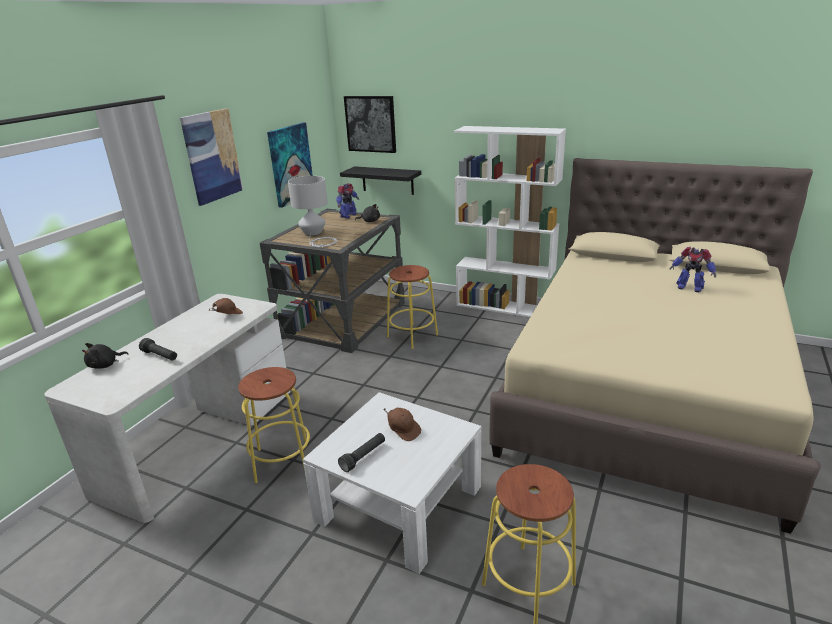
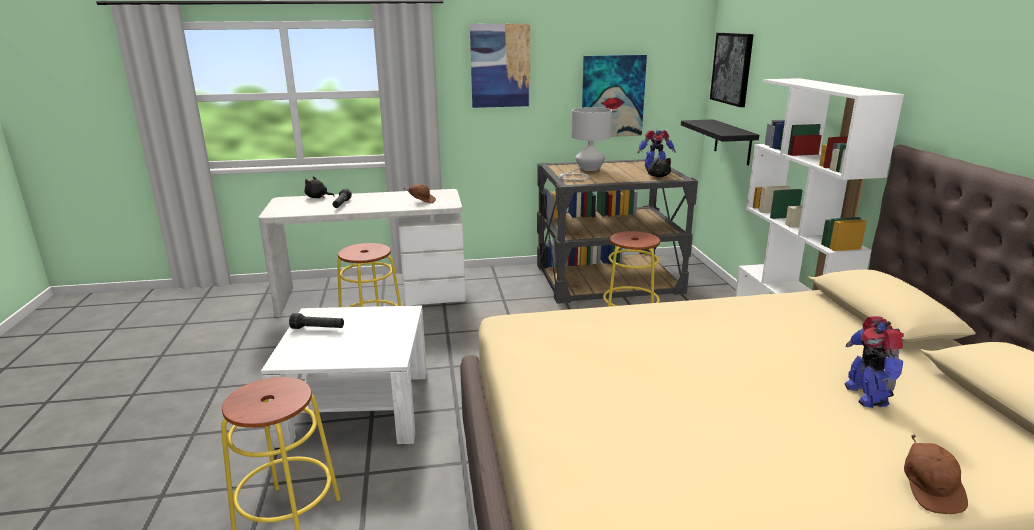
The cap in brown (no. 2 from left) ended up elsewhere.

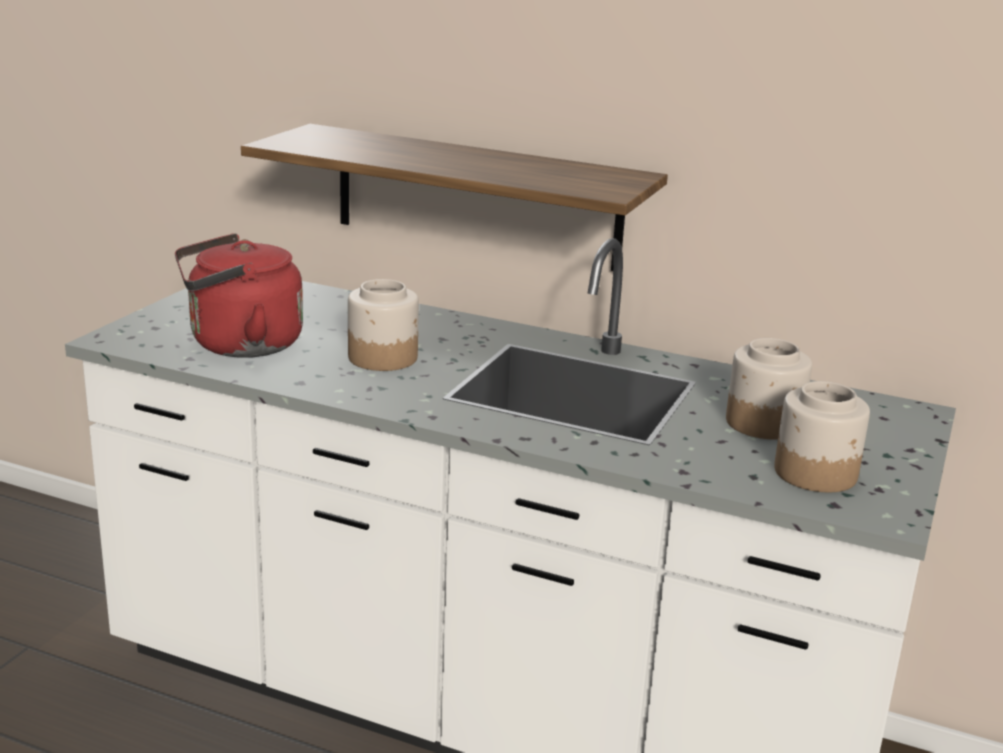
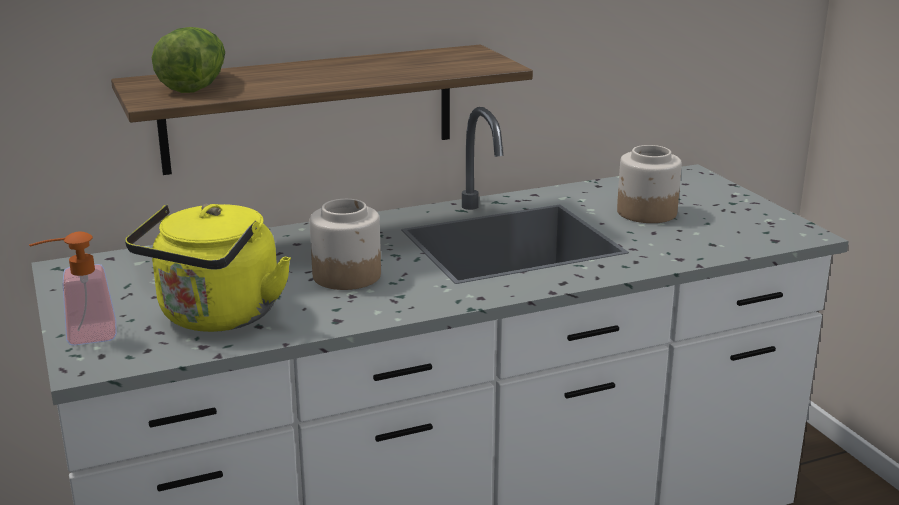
The second view gained the soap dispenser.
What was the kettle in red turned into the kettle in yellow.
The second view gained the lettuce.
The second view lost the jar (no. 3 from left).

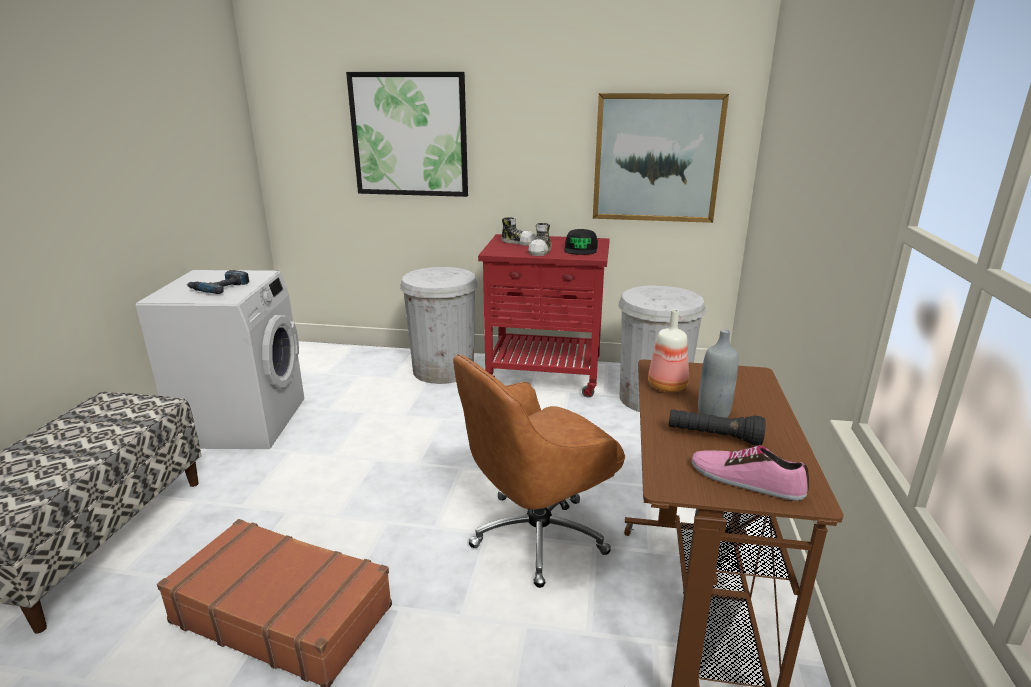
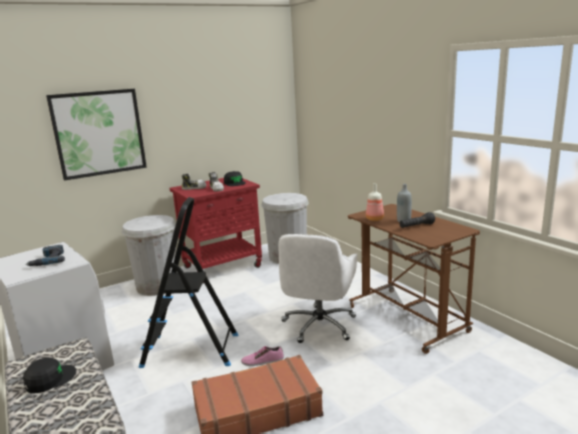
The second view gained the cap in black (no. 1 from left).
The second view gained the step ladder in black.
The shoe (no. 3 from left) ended up elsewhere.
What was the office chair in brown turned into the office chair in white.
The second view lost the picture (no. 2 from left).

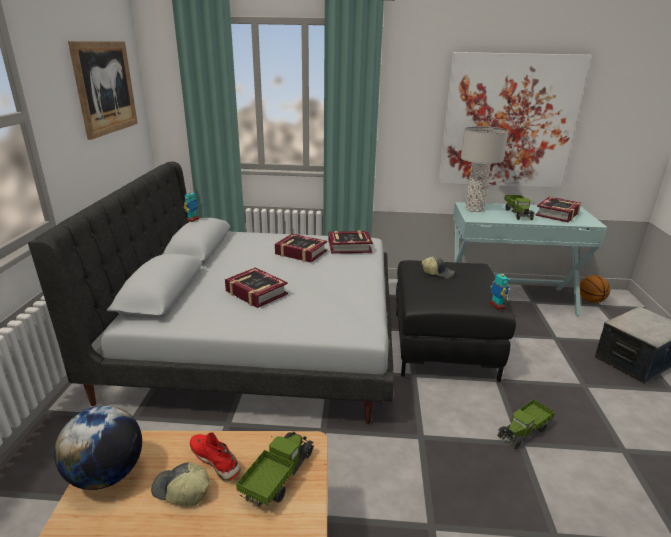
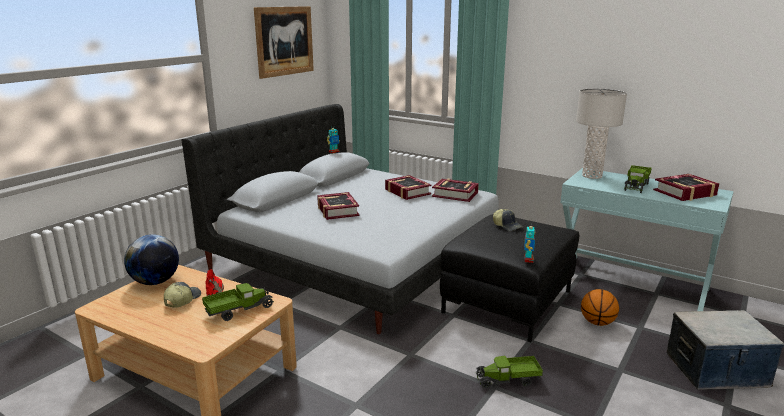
The cap (no. 1 from left) ended up facing another way, 60 degrees clockwise from before.
The basketball ended up elsewhere.
The second view lost the picture (no. 2 from left).

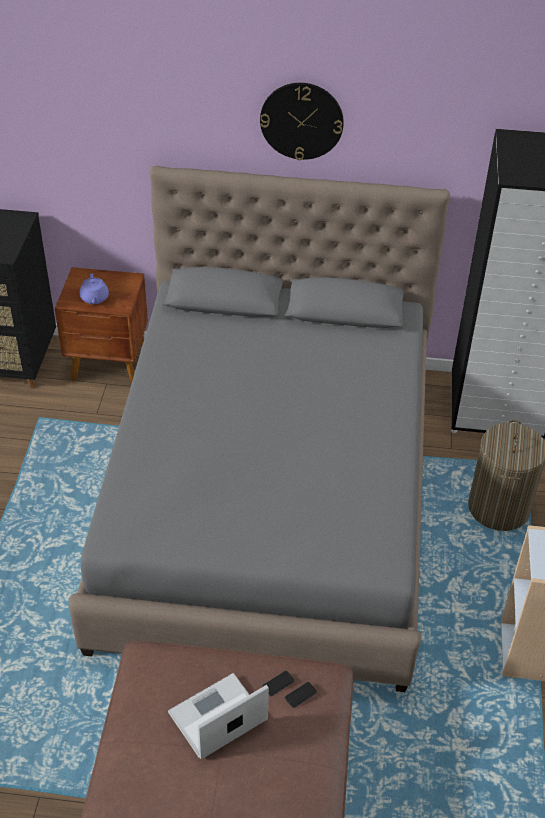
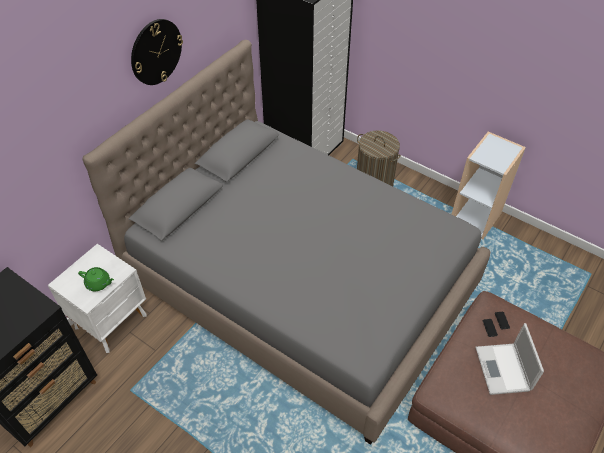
What was the nightstand in brown turned into the nightstand in white.
What was the teapot in purple turned into the teapot in green.

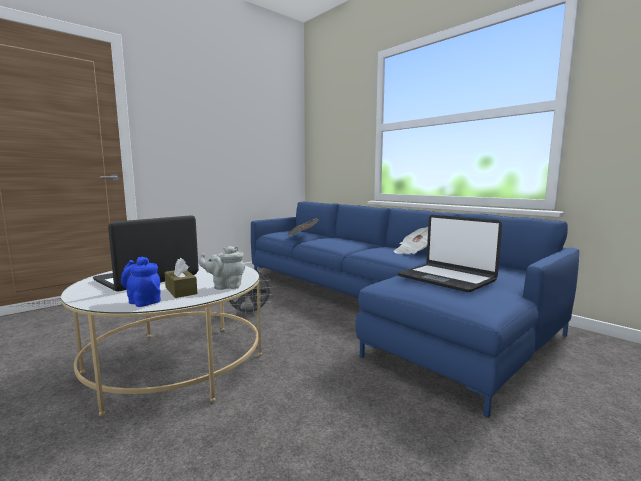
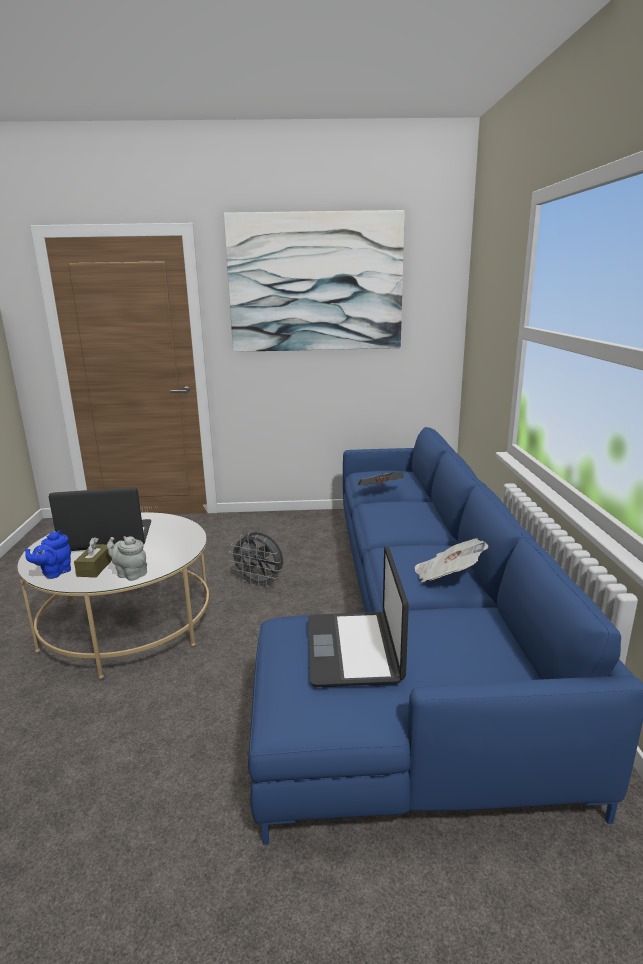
The teapot in blue ended up facing another way, 135 degrees counterclockwise from before.
The second view gained the picture.

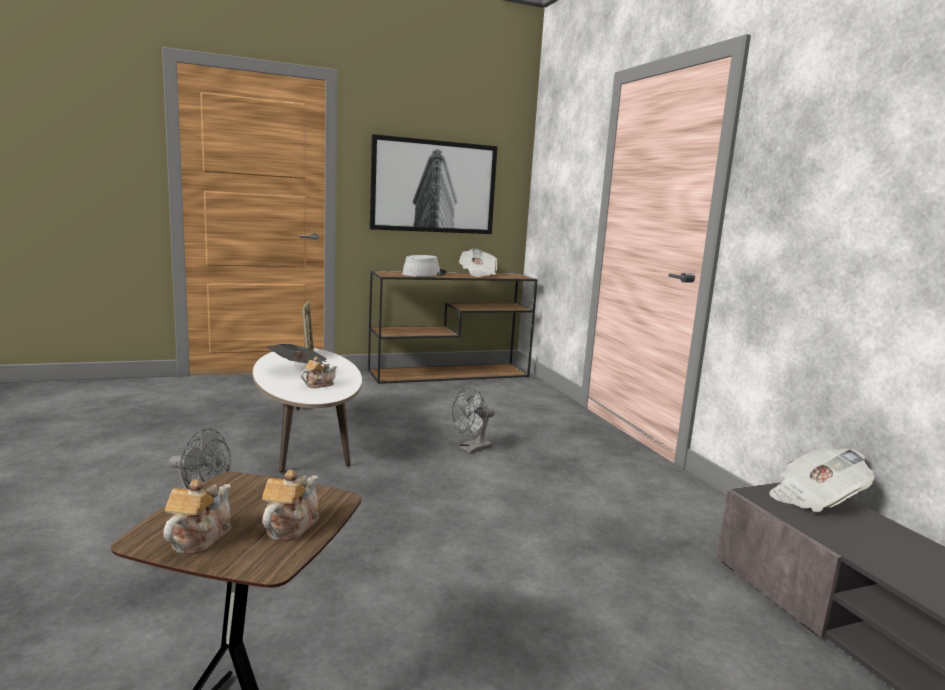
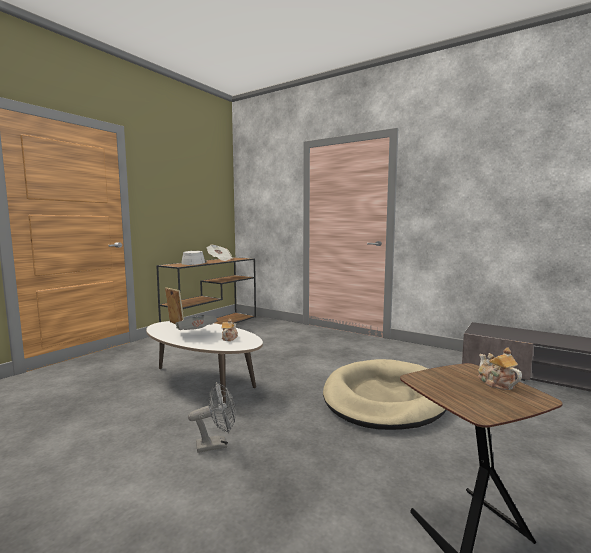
The second view gained the dog bed in beige.
The second view lost the teapot (no. 1 from left).
The second view lost the picture.
The second view lost the fan in grey (no. 2 from left).
The second view lost the newspaper (no. 3 from left).

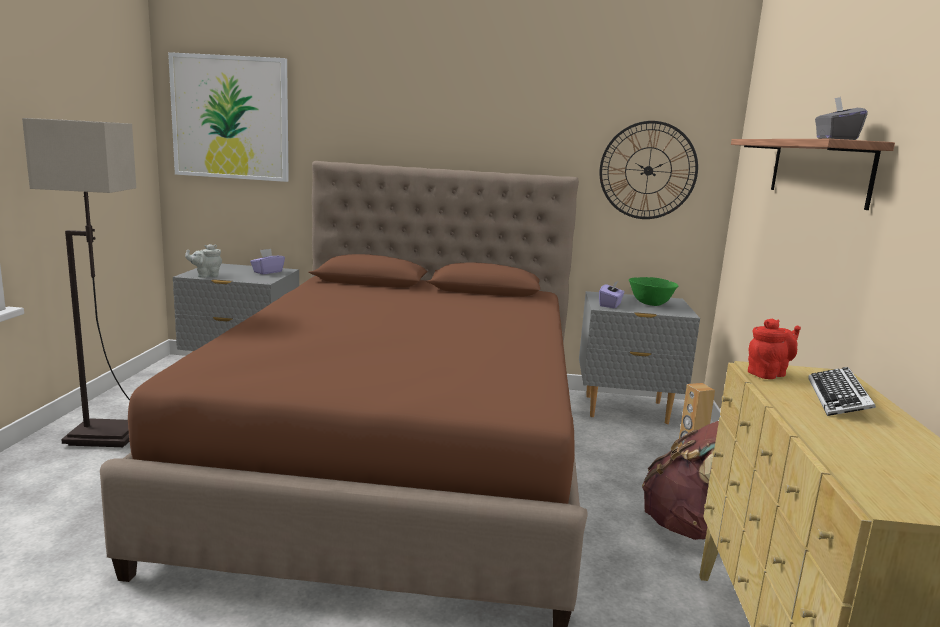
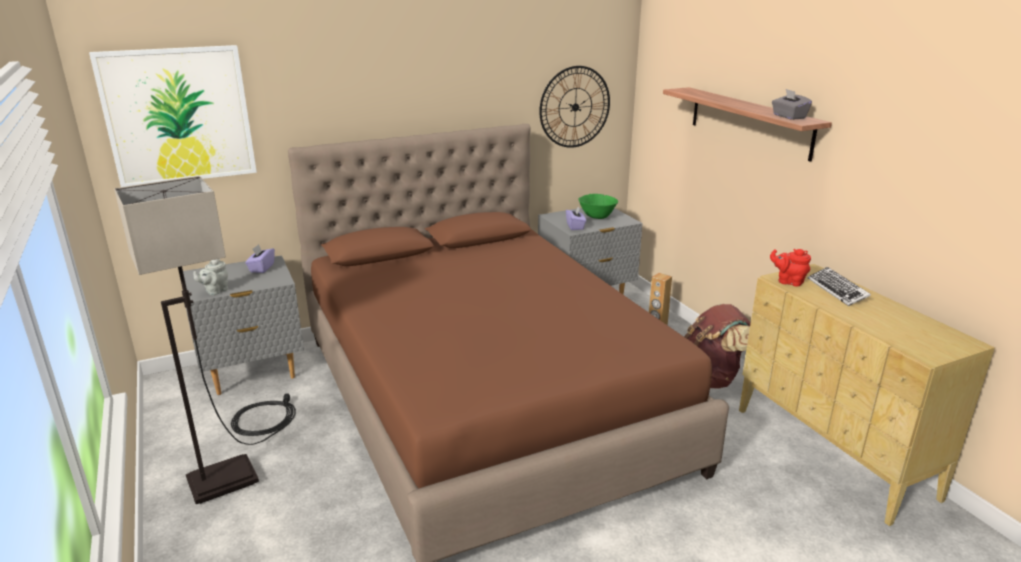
The teapot in red ended up facing another way, 90 degrees counterclockwise from before.

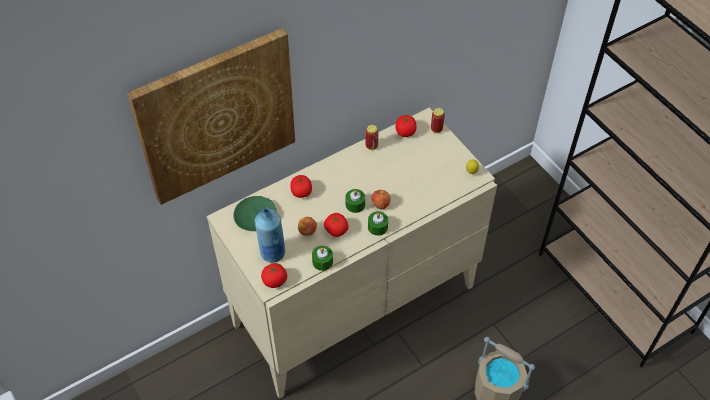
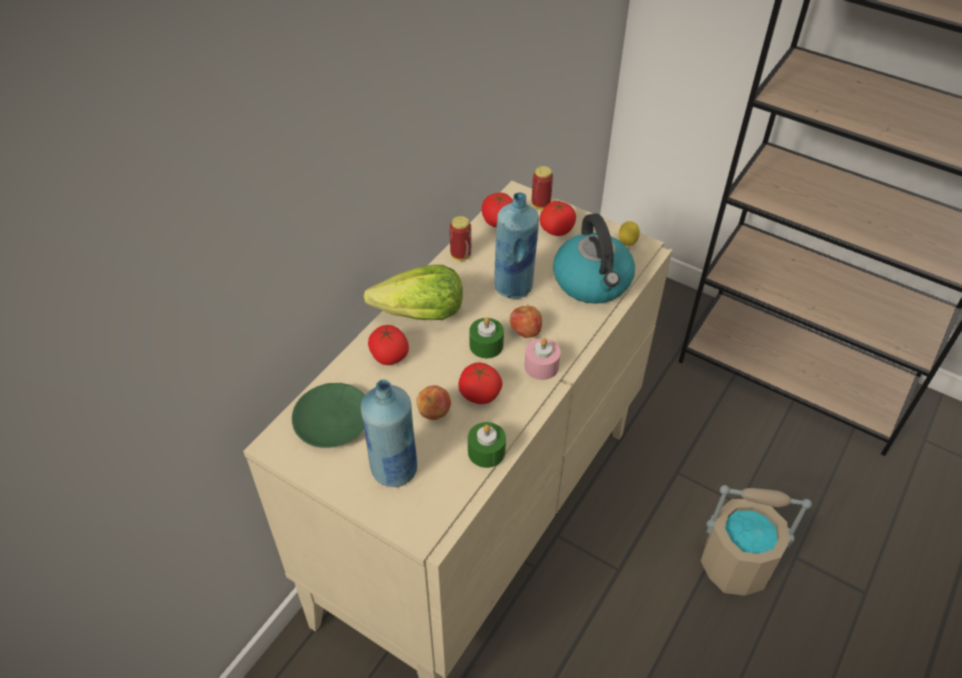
The second view gained the lettuce.
The second view gained the bottle in blue (no. 2 from left).
What was the candle in green (no. 3 from left) turned into the candle in pink.
The tomato (no. 1 from left in the first image) ended up elsewhere.
The second view gained the kettle.
The second view lost the picture.

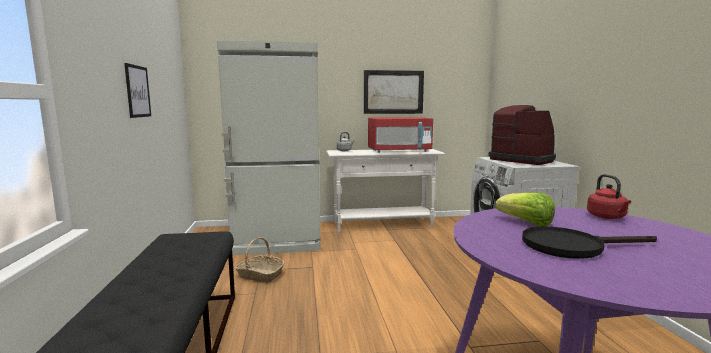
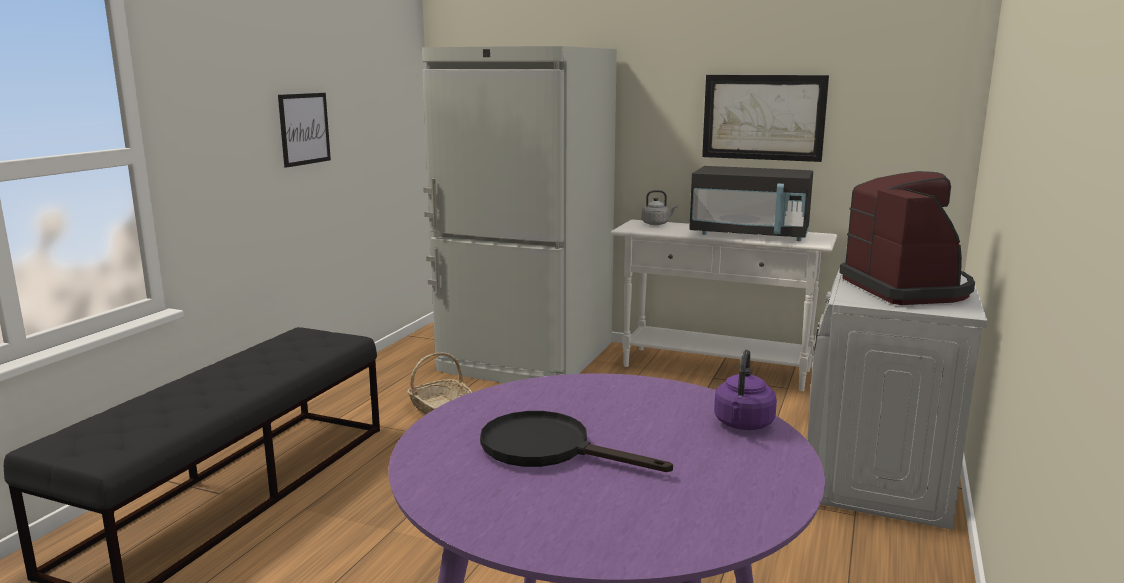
What was the microwave in red turned into the microwave in black.
What was the kettle in red turned into the kettle in purple.
The second view lost the lettuce.

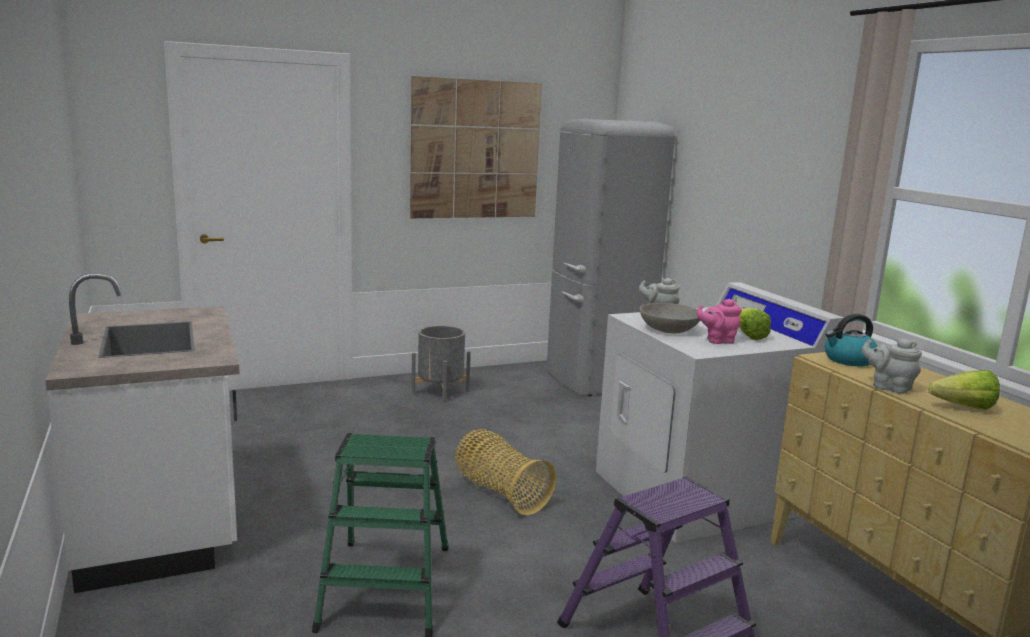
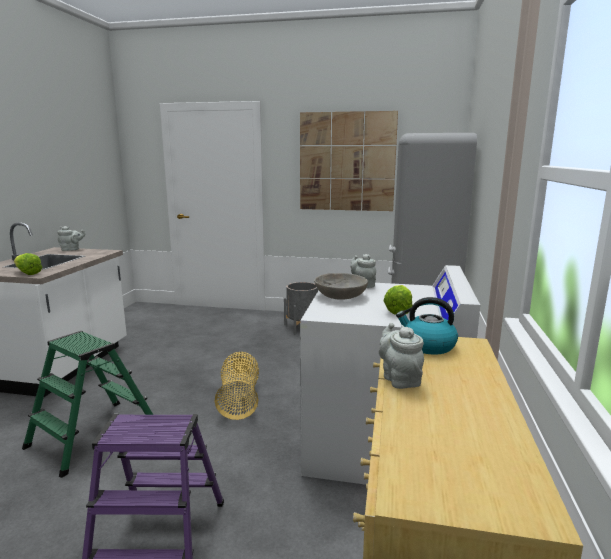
The lettuce (no. 2 from left in the first image) ended up elsewhere.
The second view gained the teapot in grey (no. 1 from left).
The second view lost the teapot in pink.

